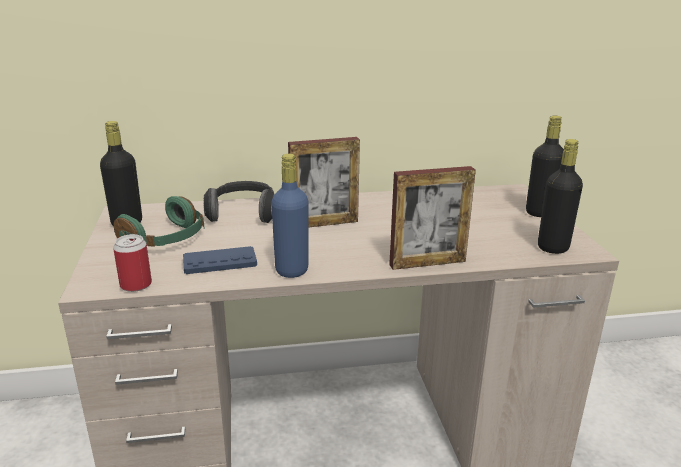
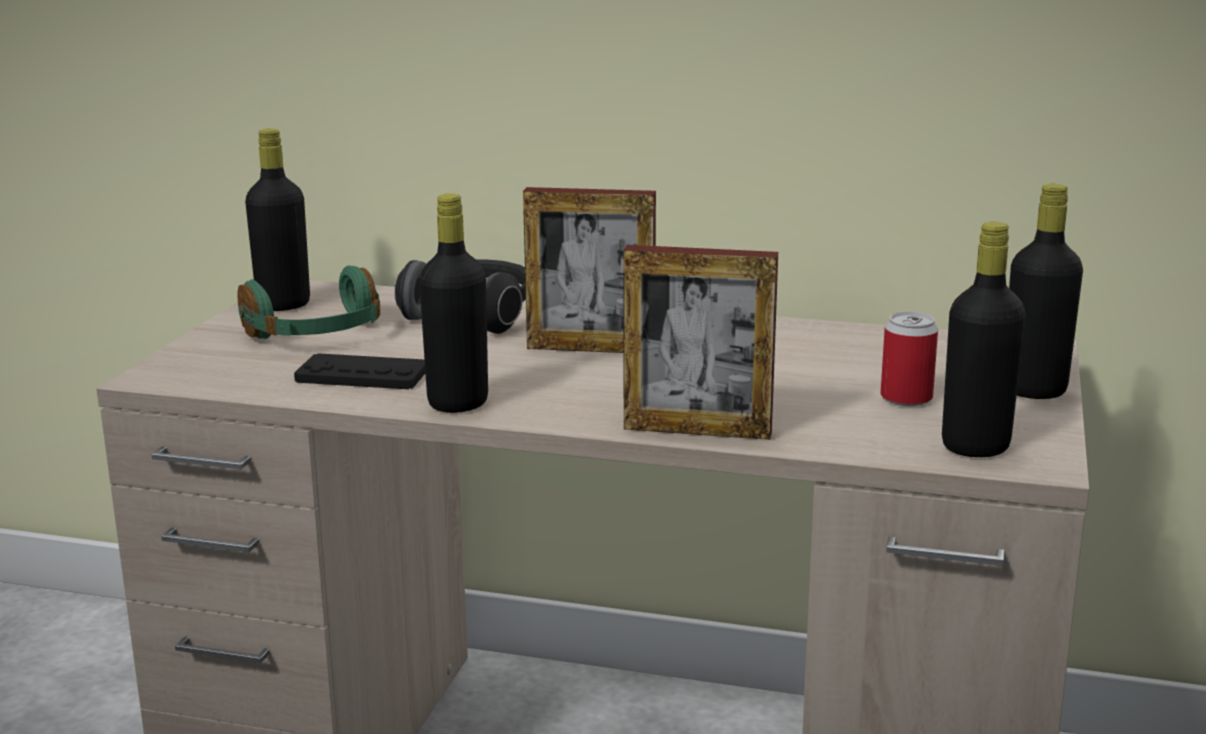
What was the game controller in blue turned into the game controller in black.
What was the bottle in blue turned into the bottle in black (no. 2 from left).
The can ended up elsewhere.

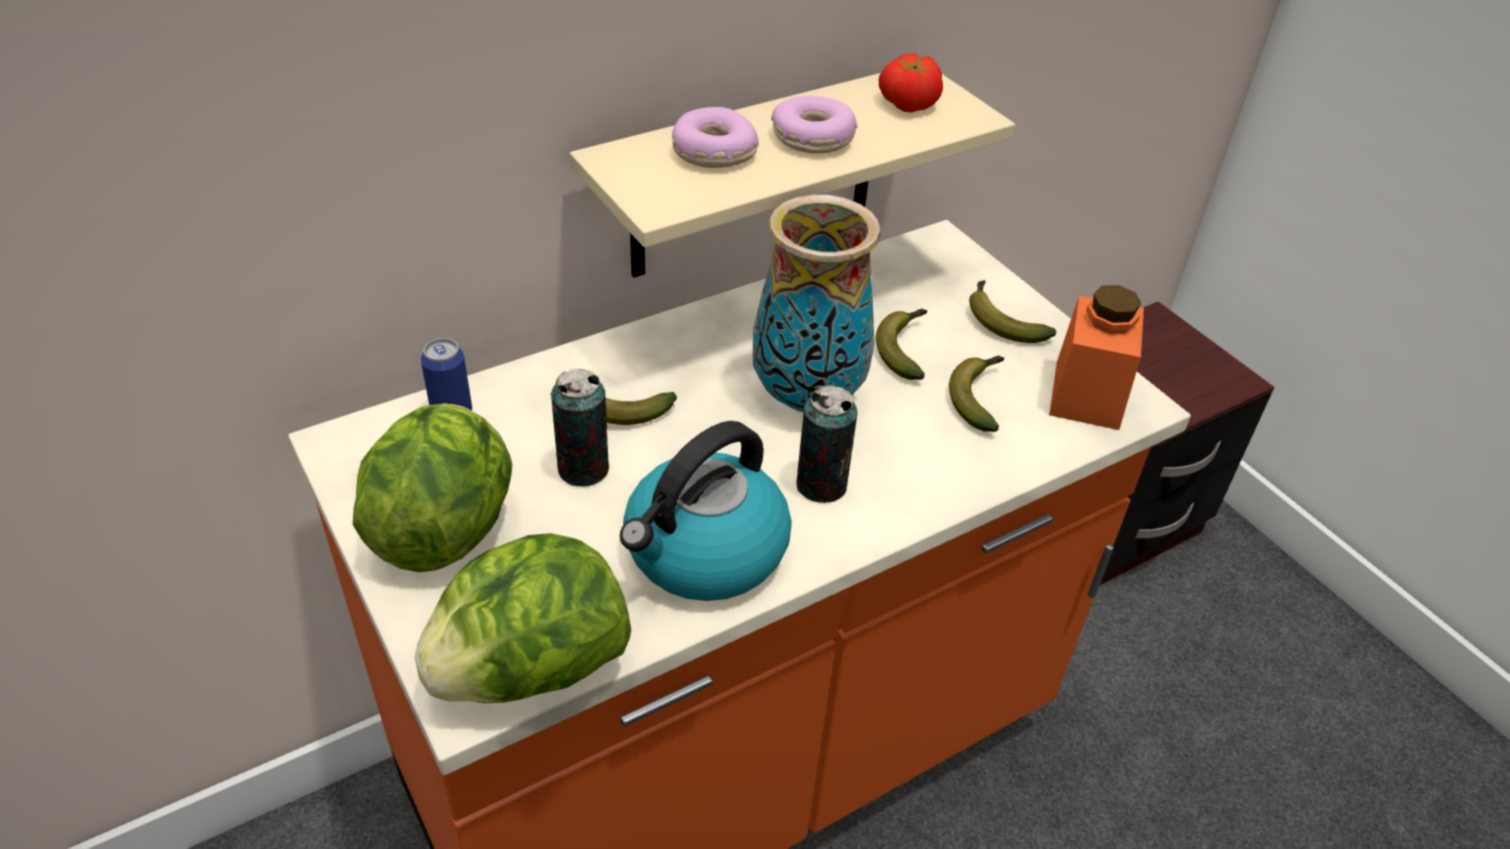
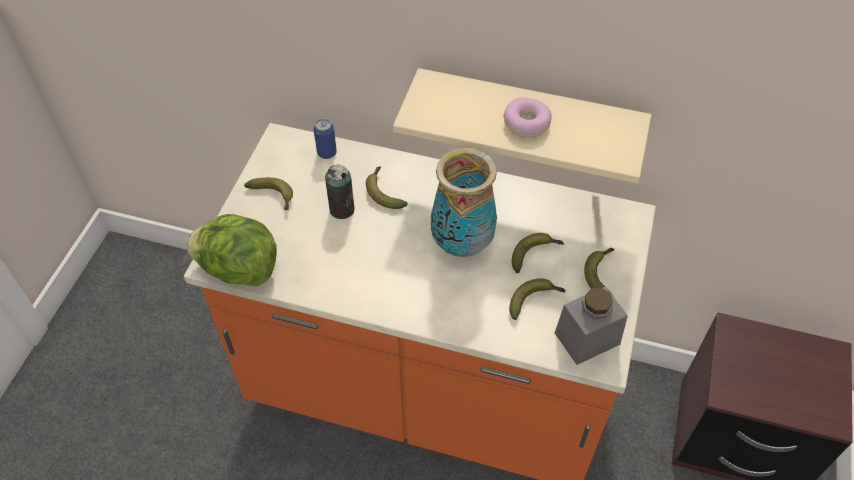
Where the lettuce (no. 1 from left) stood, the banana (no. 1 from left) came to stand.
What was the jar in orange turned into the jar in grey.
The second view lost the kettle.
The second view lost the donut (no. 1 from left).
The second view lost the can (no. 3 from left).
The second view lost the tomato.

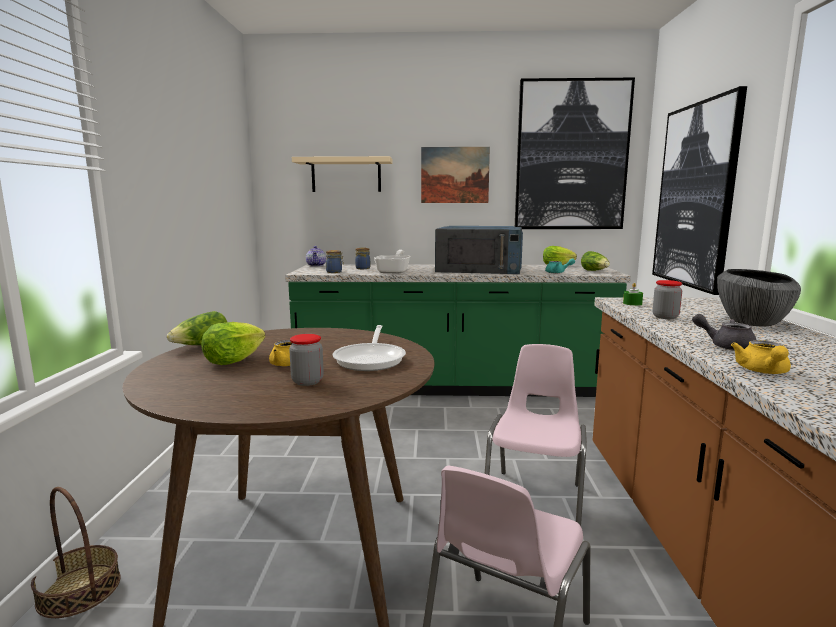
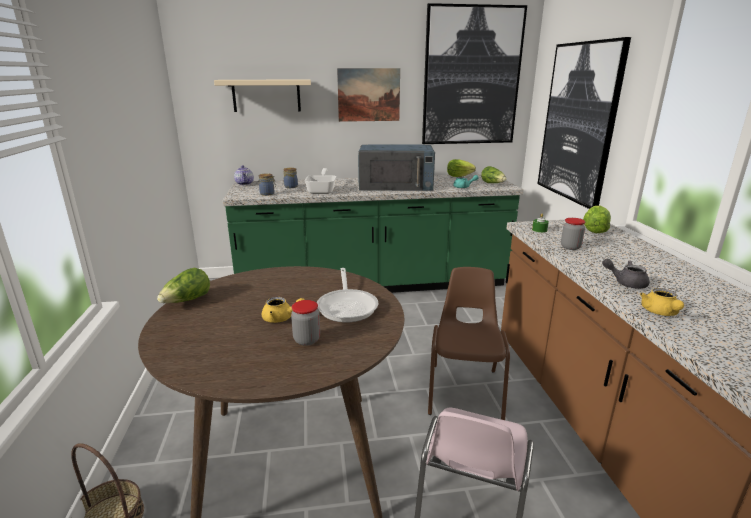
What was the chair in pink (no. 2 from left) turned into the chair in brown.
The lettuce (no. 2 from left in the first image) ended up elsewhere.
The second view lost the bowl.

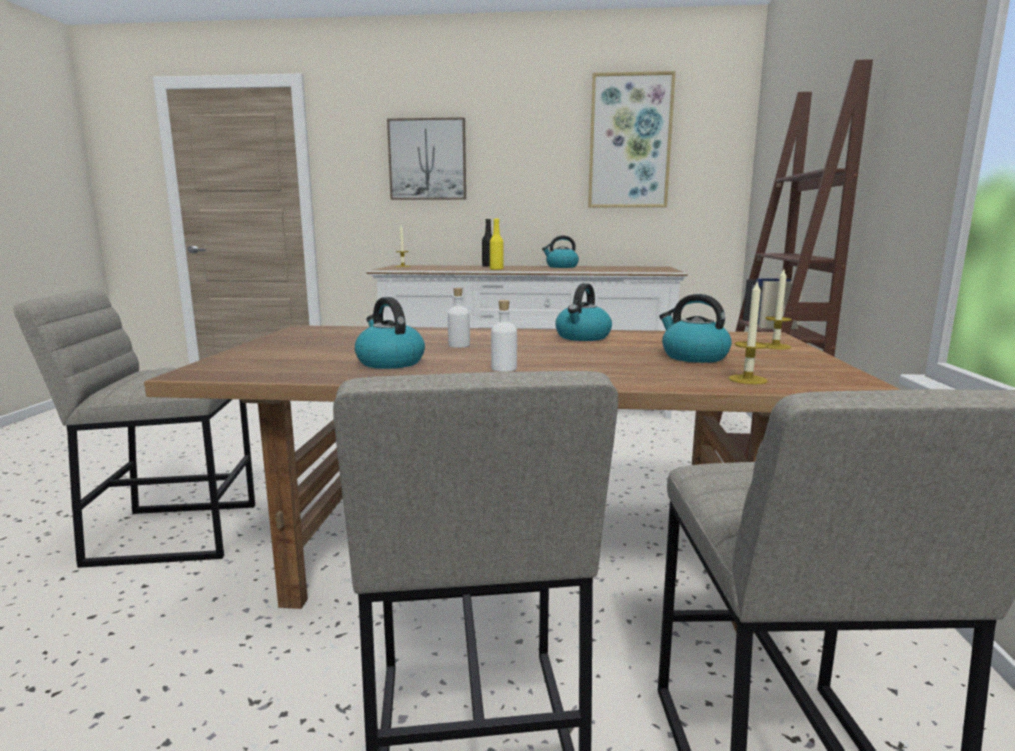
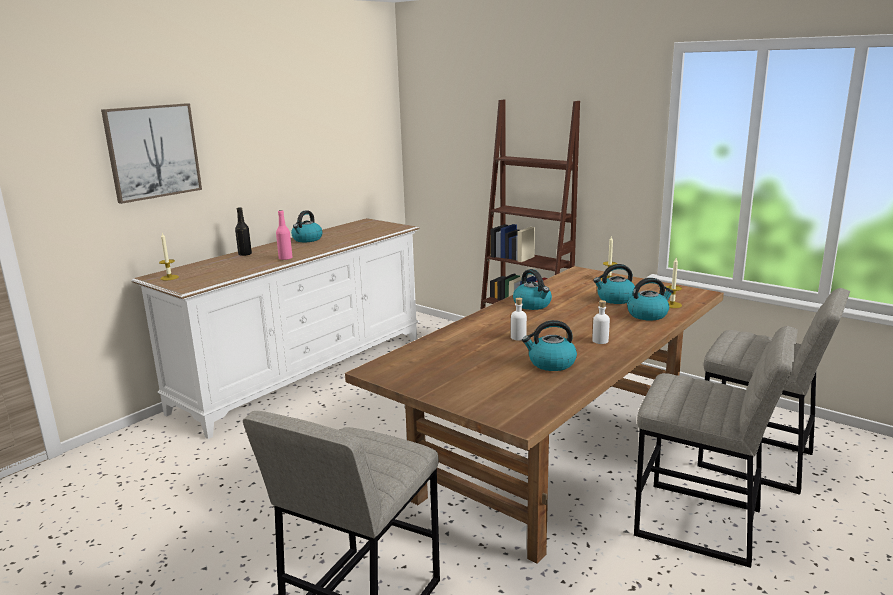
What was the bottle in yellow turned into the bottle in pink.
The second view gained the kettle (no. 5 from left).
The second view lost the picture (no. 2 from left).

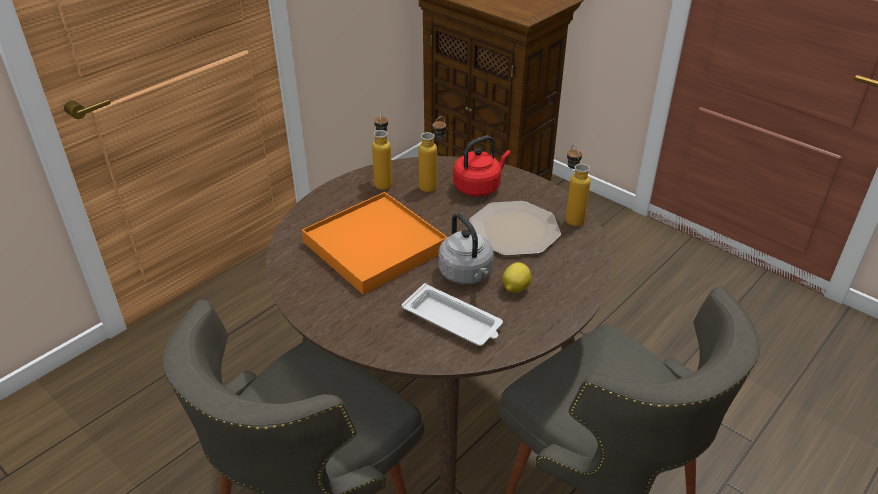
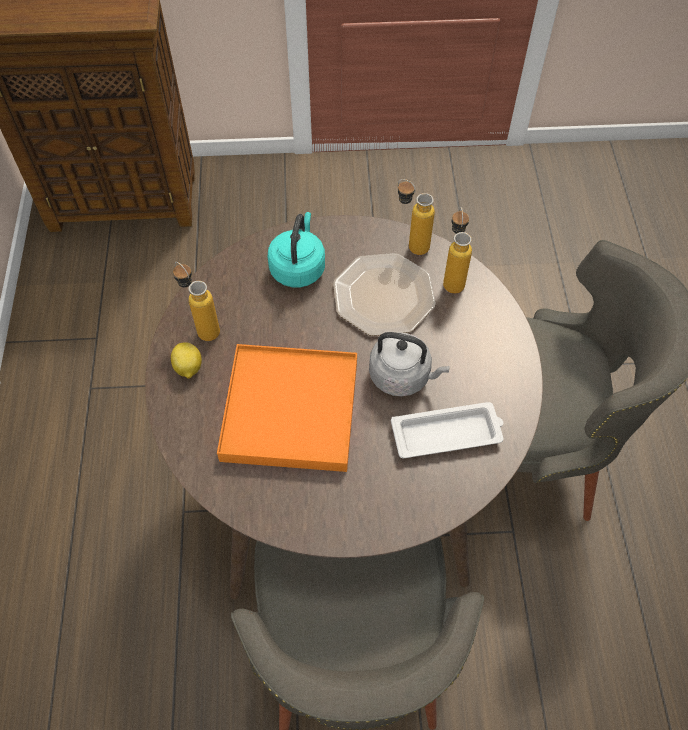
The lemon ended up elsewhere.
What was the kettle in red turned into the kettle in turquoise.
The bottle (no. 2 from left in the first image) ended up elsewhere.

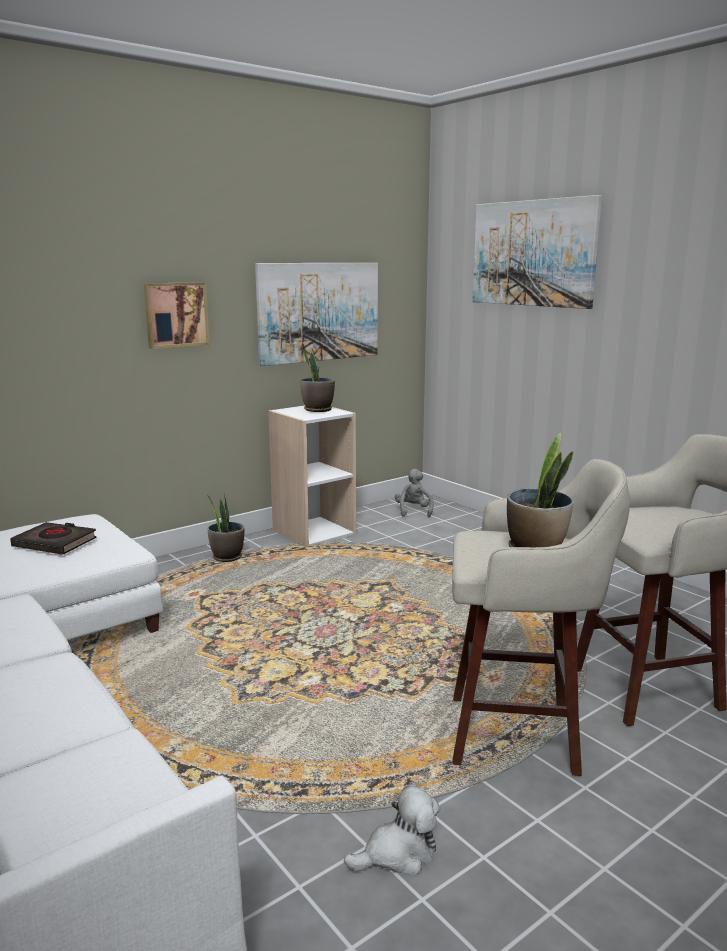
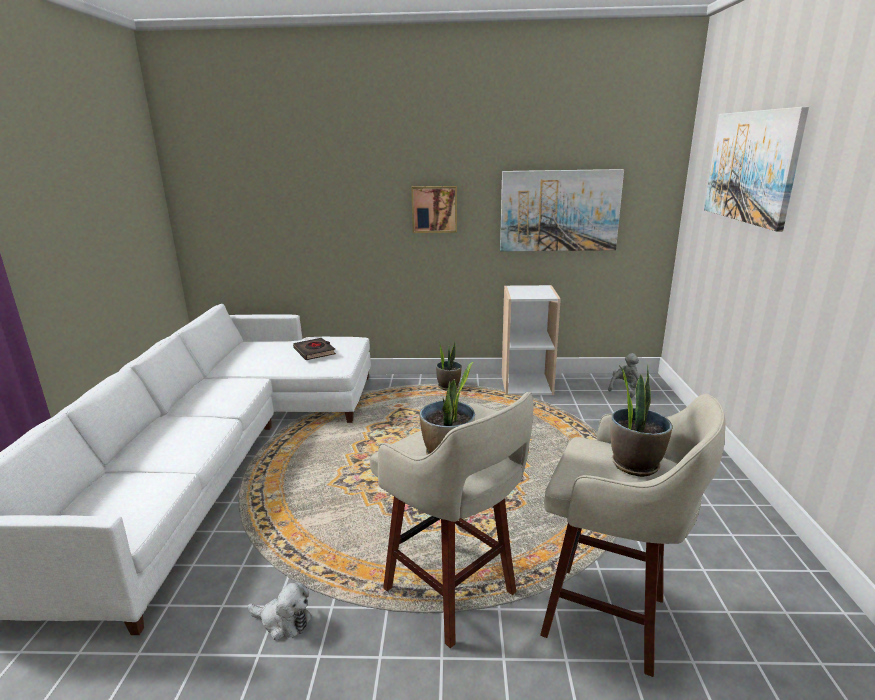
The potted plant (no. 2 from left in the first image) ended up elsewhere.

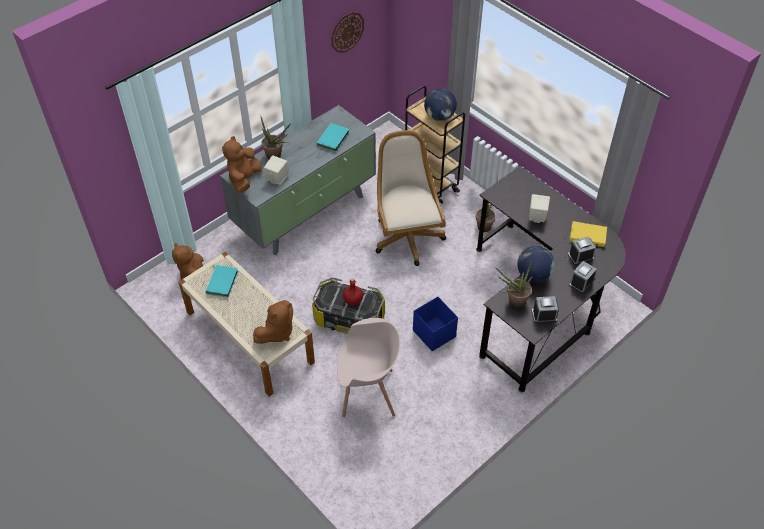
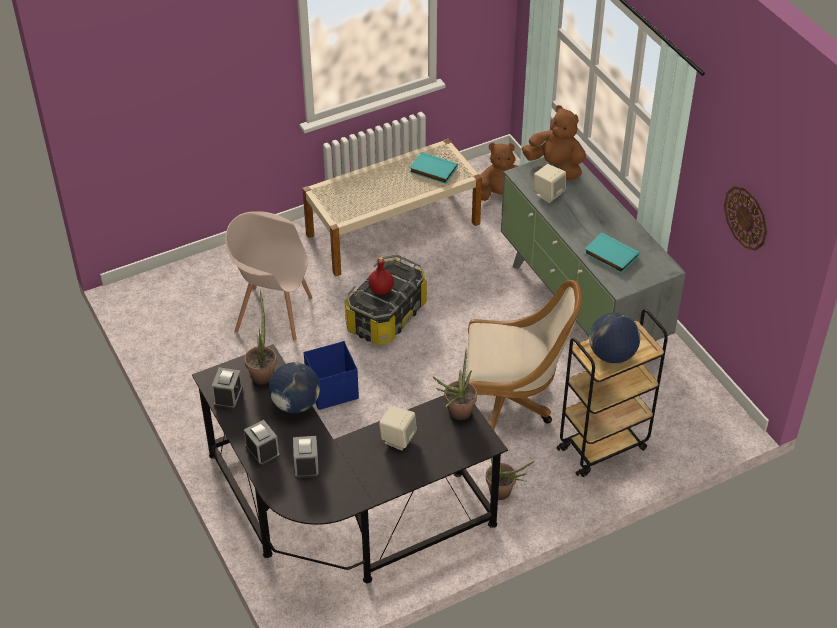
The chair in beige ended up facing another way, 90 degrees clockwise from before.
The potted plant (no. 1 from left in the first image) ended up elsewhere.
The second view lost the plush toy in brown (no. 3 from left).
The second view lost the book in yellow.

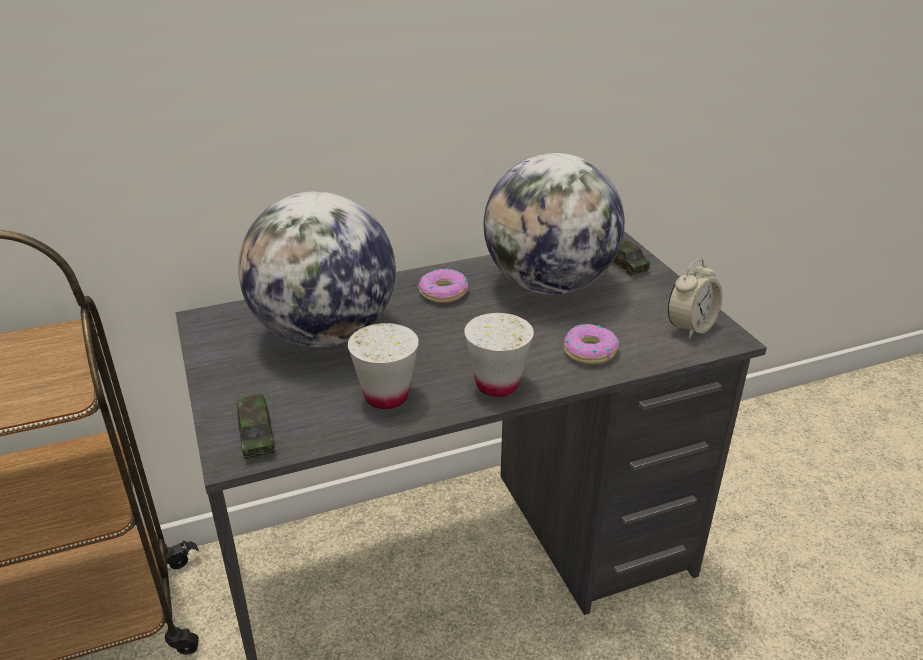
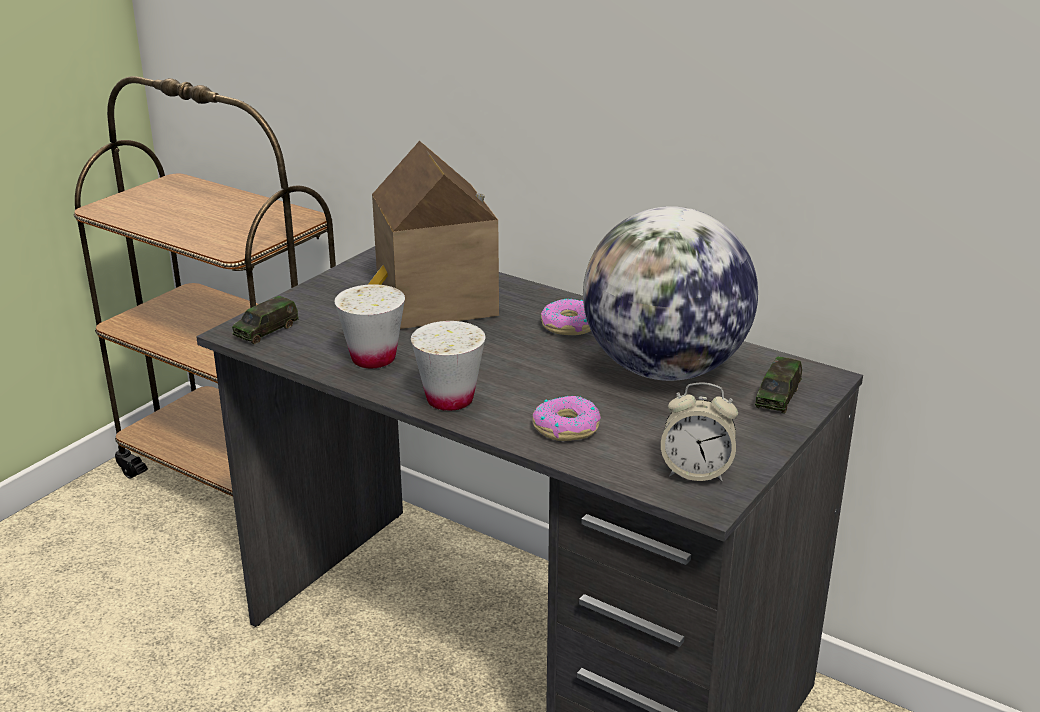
Where the globe (no. 1 from left) stood, the toy house came to stand.

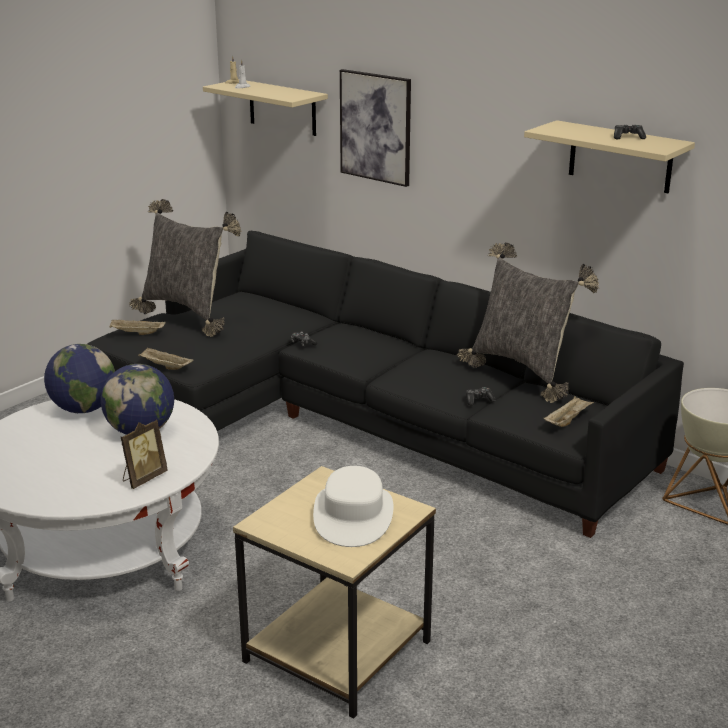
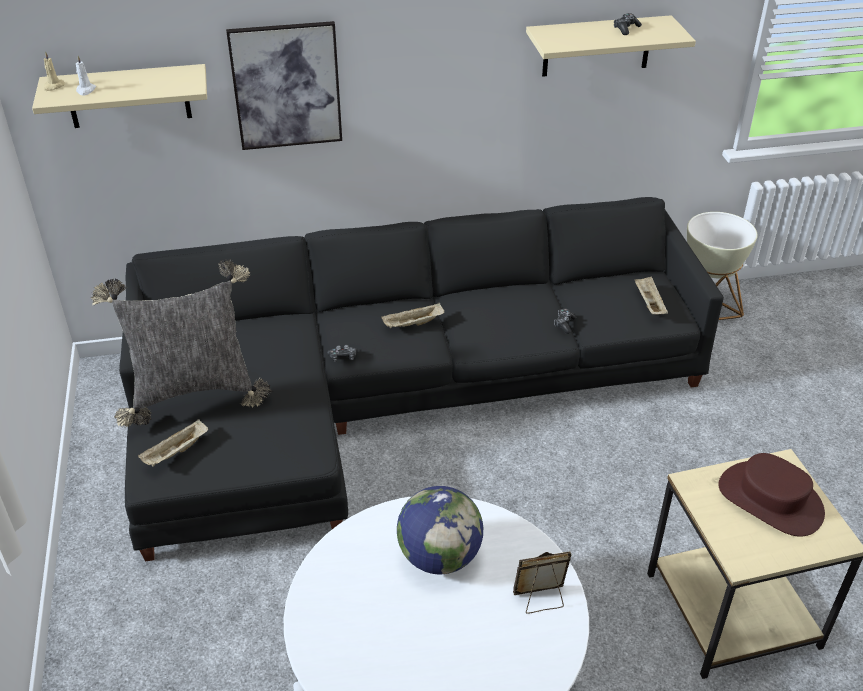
The tray in beige (no. 2 from left) ended up elsewhere.
The picture frame ended up facing another way, 90 degrees counterclockwise from before.
What was the hat in white turned into the hat in brown.
The second view lost the globe (no. 1 from left).
The second view lost the pillow (no. 2 from left).

